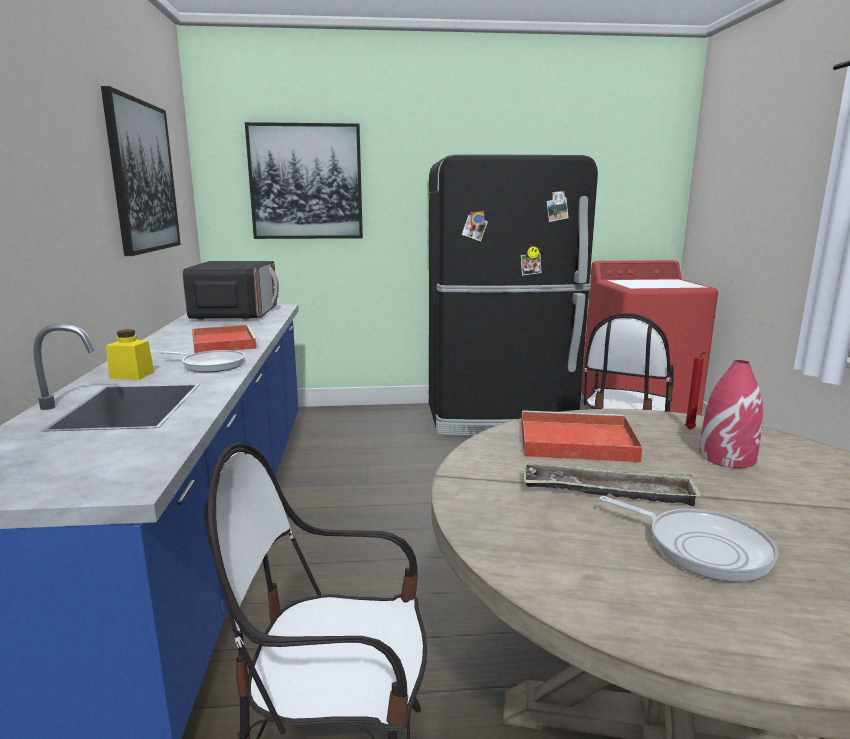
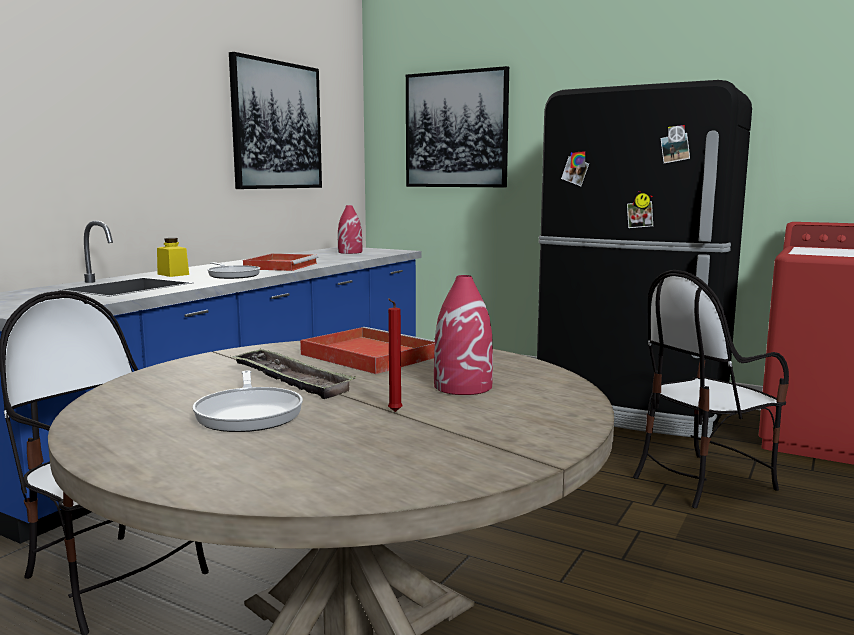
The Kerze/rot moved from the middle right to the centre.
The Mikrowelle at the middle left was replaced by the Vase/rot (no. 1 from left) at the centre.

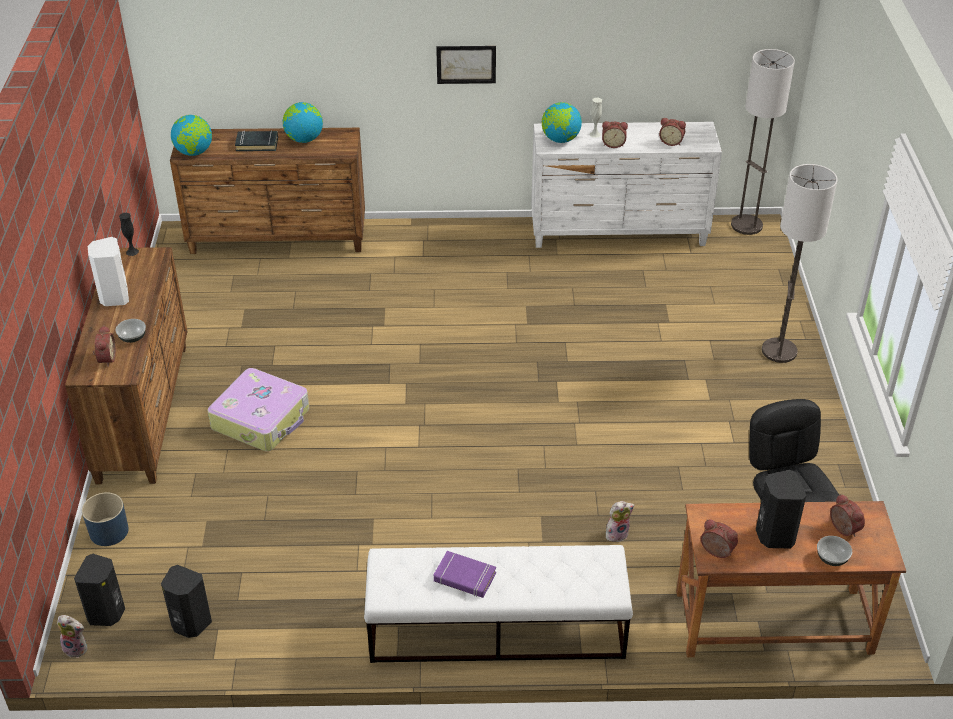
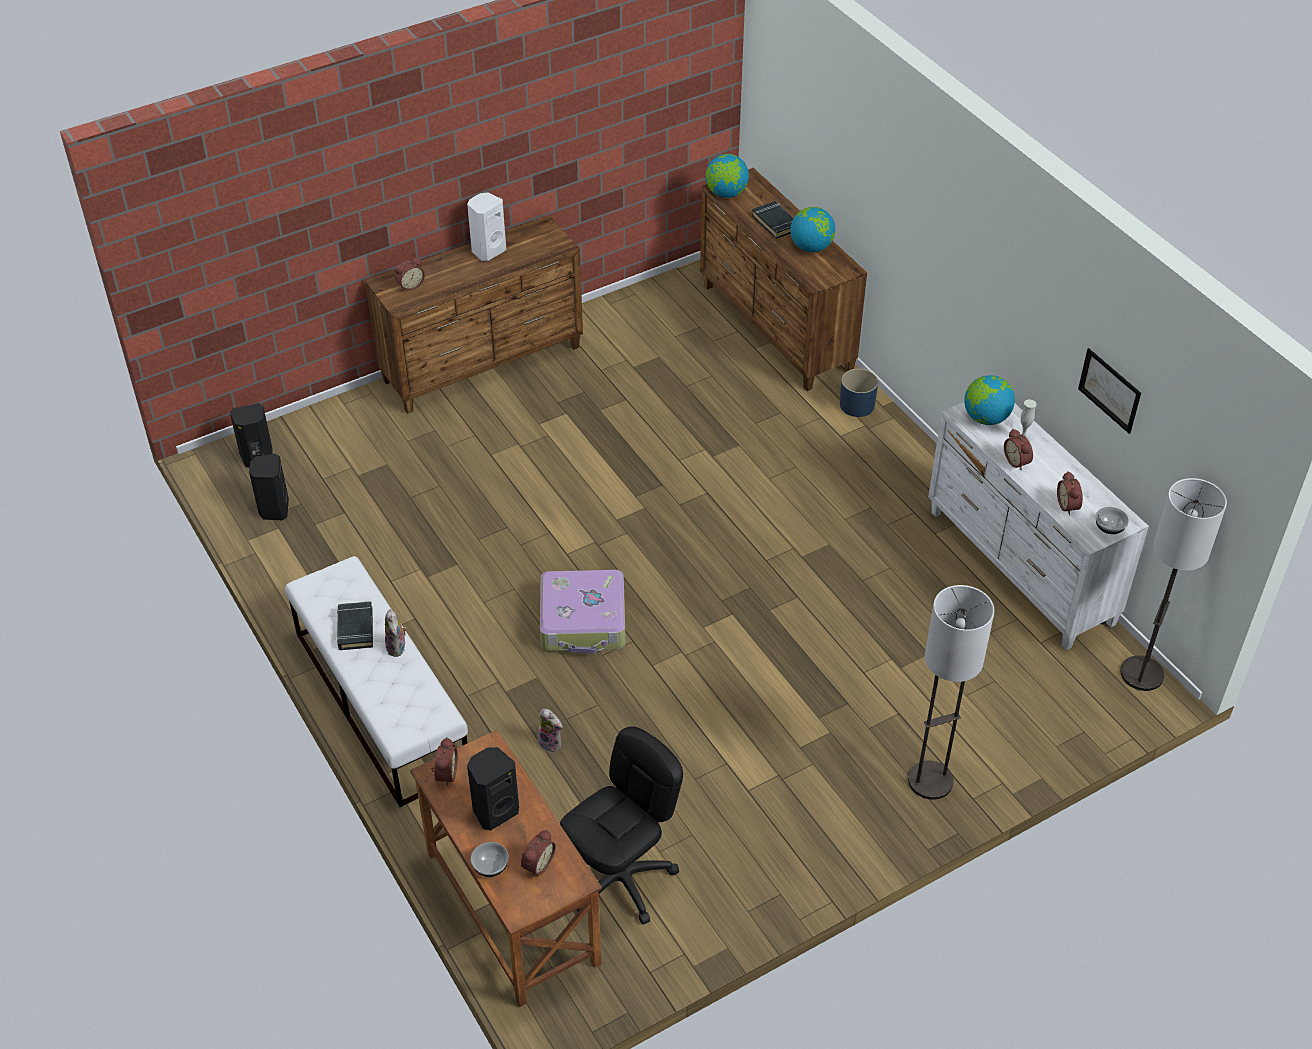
The Vase/schwarz at the top left disappeared.
The Plüschtier (no. 1 from left) moved from the bottom left to the middle left.
The Pflanzkübel/blau moved from the bottom left to the centre.
The Schüssel (no. 1 from left in the first image) moved from the middle left to the middle right.
The Koffer moved from the middle left to the centre.
The Bild moved from the top centre to the middle right.
The Buch/lila at the bottom centre became the Buch/schwarz (no. 1 from left) at the middle left.

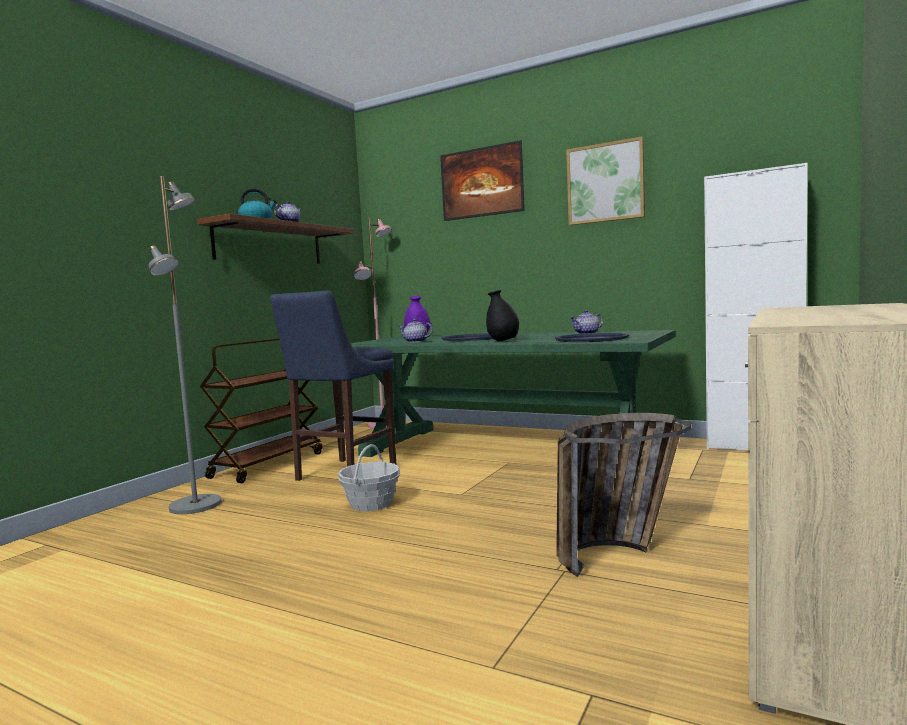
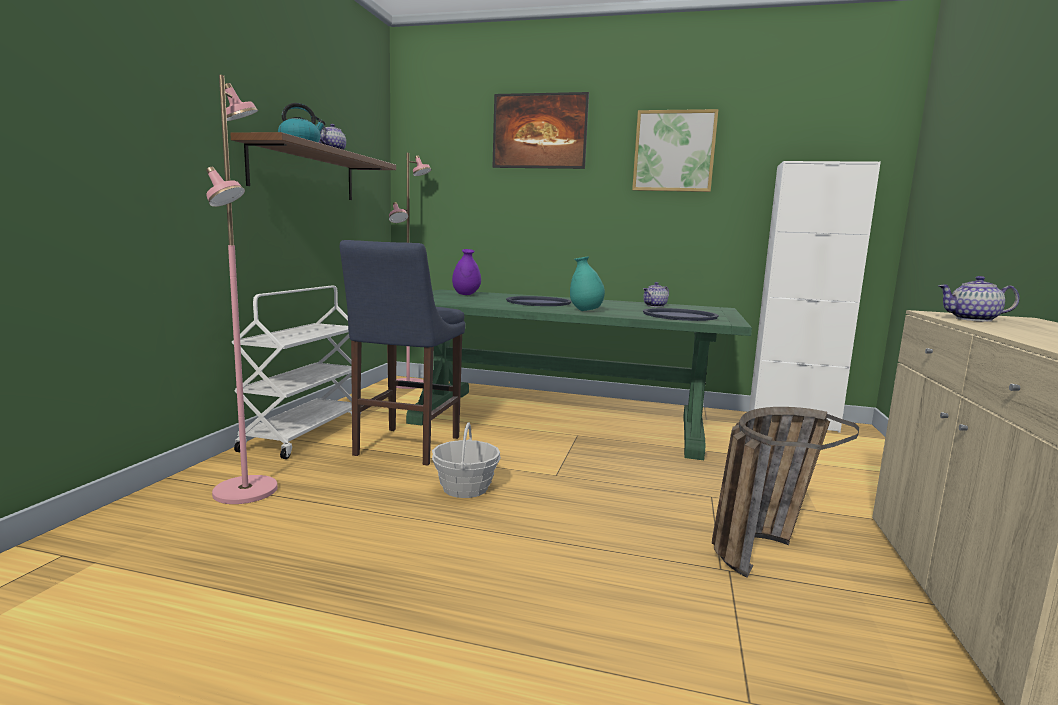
The Teekanne (no. 2 from left in the first image) moved from the centre to the middle right.
The Stehlampe/grau at the middle left became the Stehlampe/rosa (no. 1 from left) at the middle left.
The Rollwagen/braun at the middle left became the Rollwagen/weiß at the middle left.
The Vase/schwarz at the centre became the Vase/türkis at the centre.

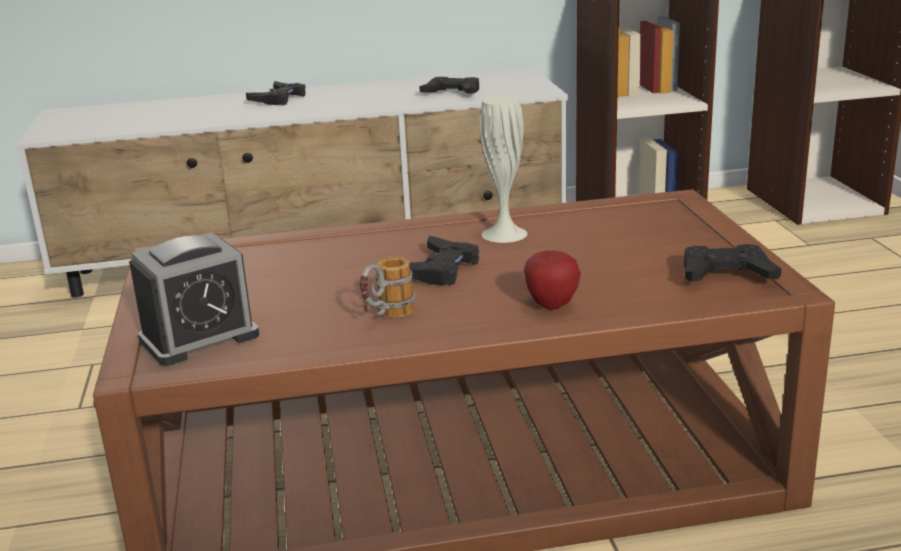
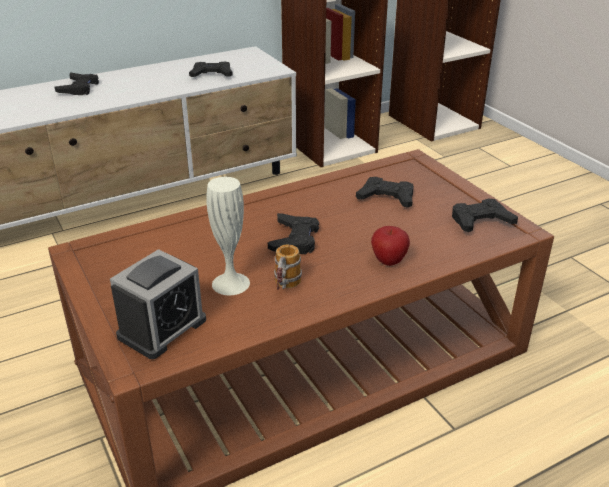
The Gamepad/schwarz (no. 4 from left) at the centre appeared.
The Vase/weiß moved from the top centre to the centre.

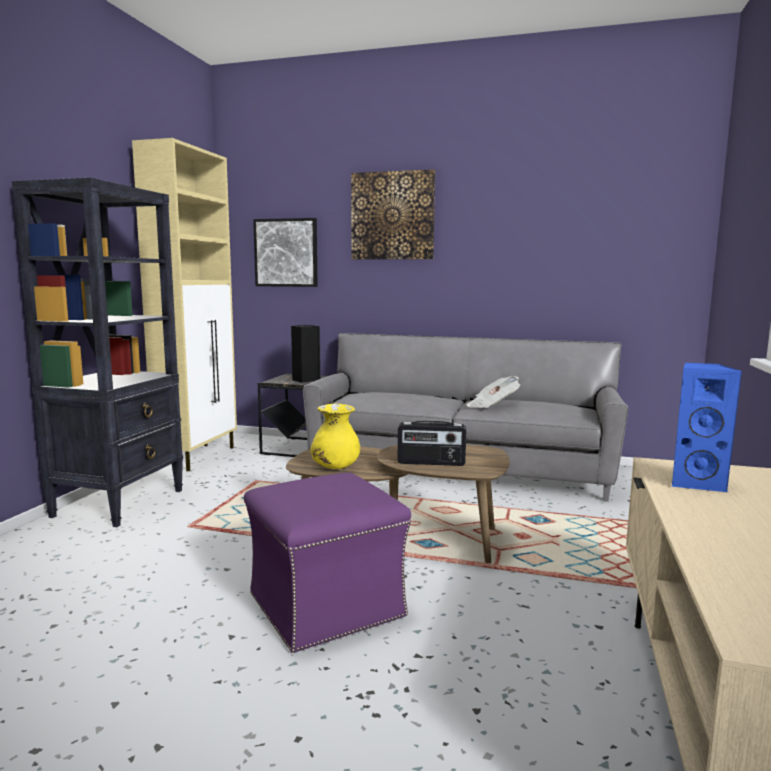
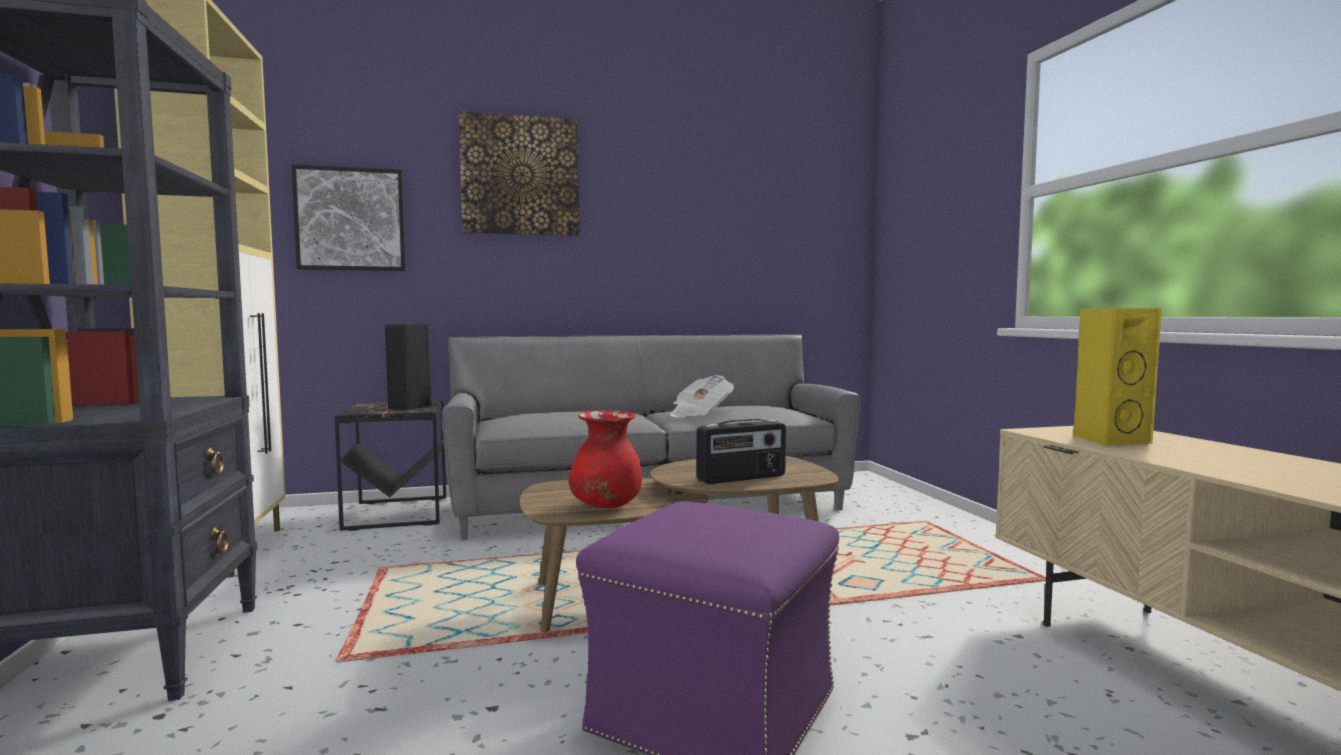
The Vase/gelb at the centre became the Vase/rot at the centre.
The Lautsprecher/blau at the middle right became the Lautsprecher/gelb at the middle right.

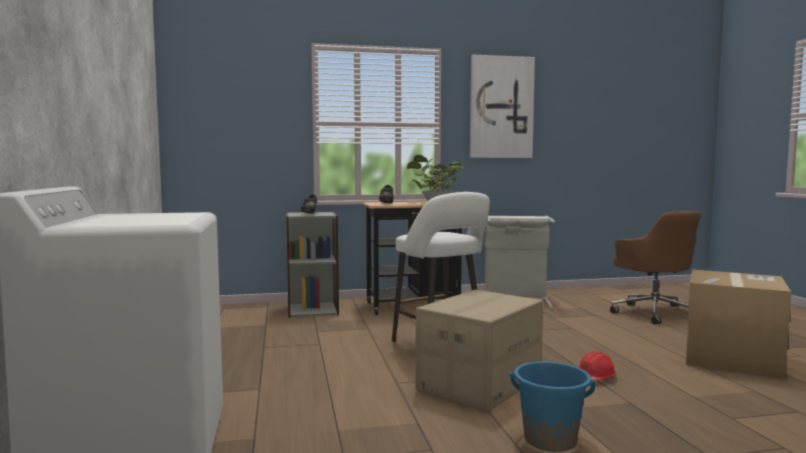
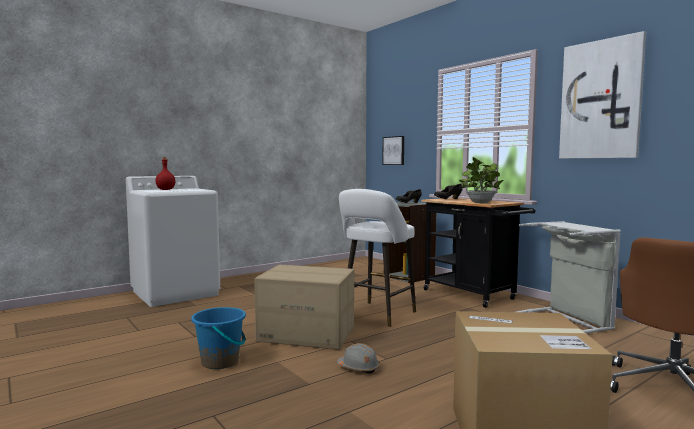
The Flasche/rot at the middle left appeared.
The Bild (no. 1 from left) at the centre appeared.
The Schutzhelm/rot at the bottom right became the Schutzhelm/grau at the bottom centre.

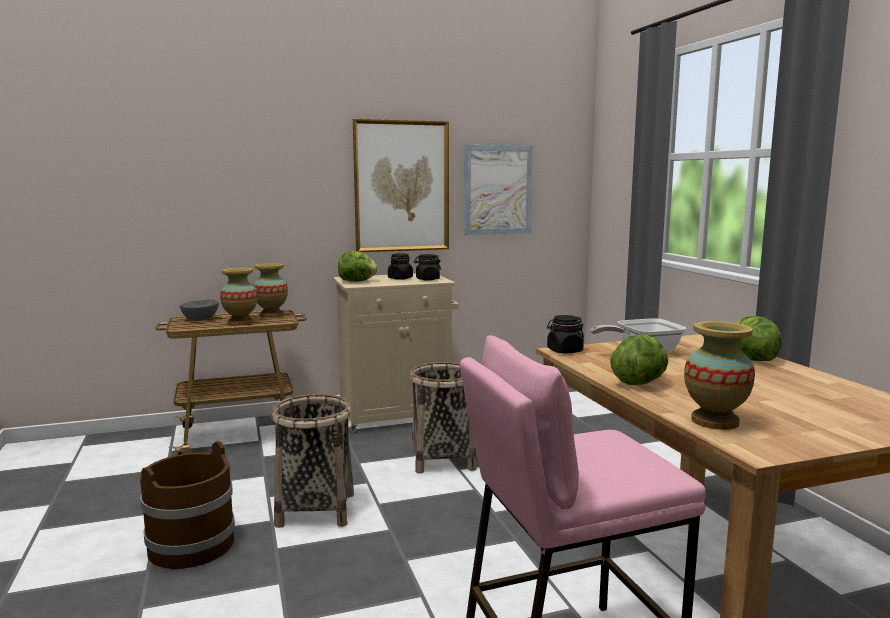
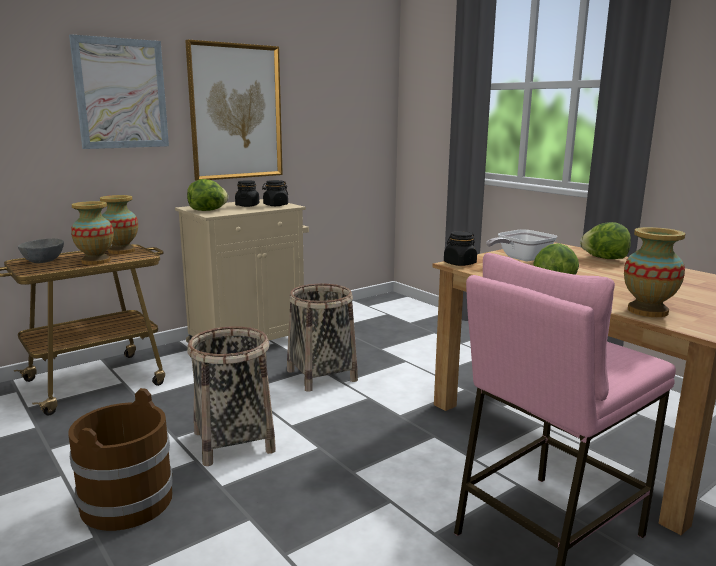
The Bild (no. 2 from left in the first image) moved from the top centre to the top left.

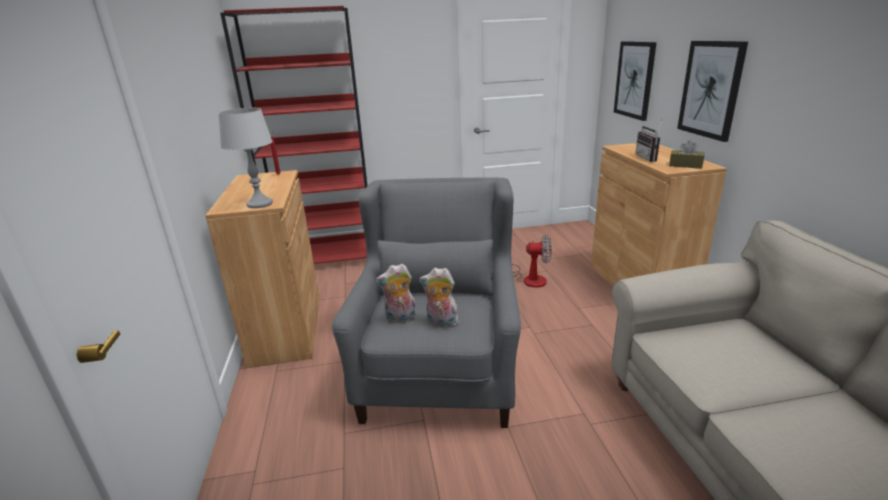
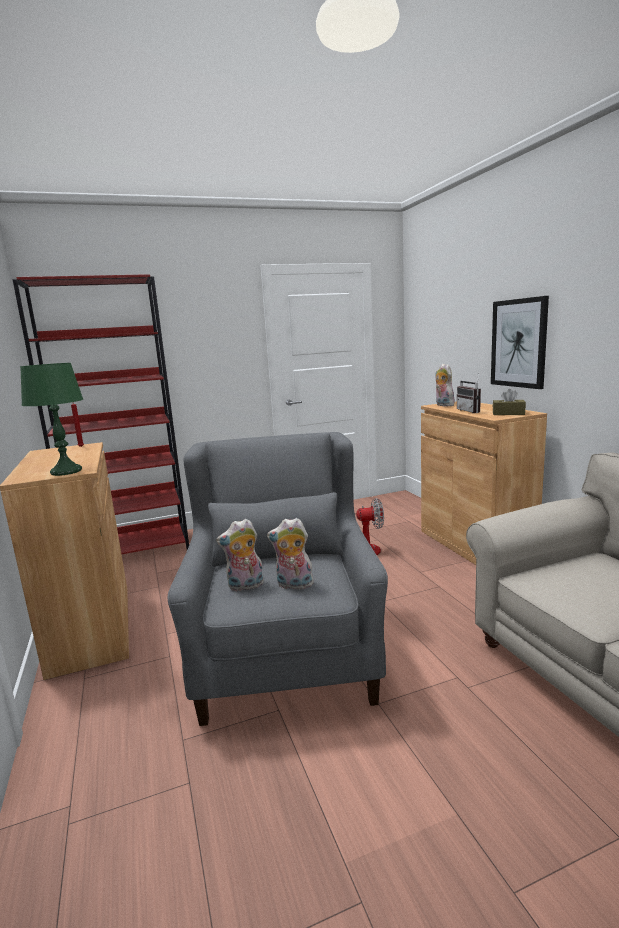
The Bild (no. 1 from left) at the top right disappeared.
The Plüschtier (no. 3 from left) at the middle right appeared.
The Tischlampe/grau at the top left became the Tischlampe/grün at the middle left.

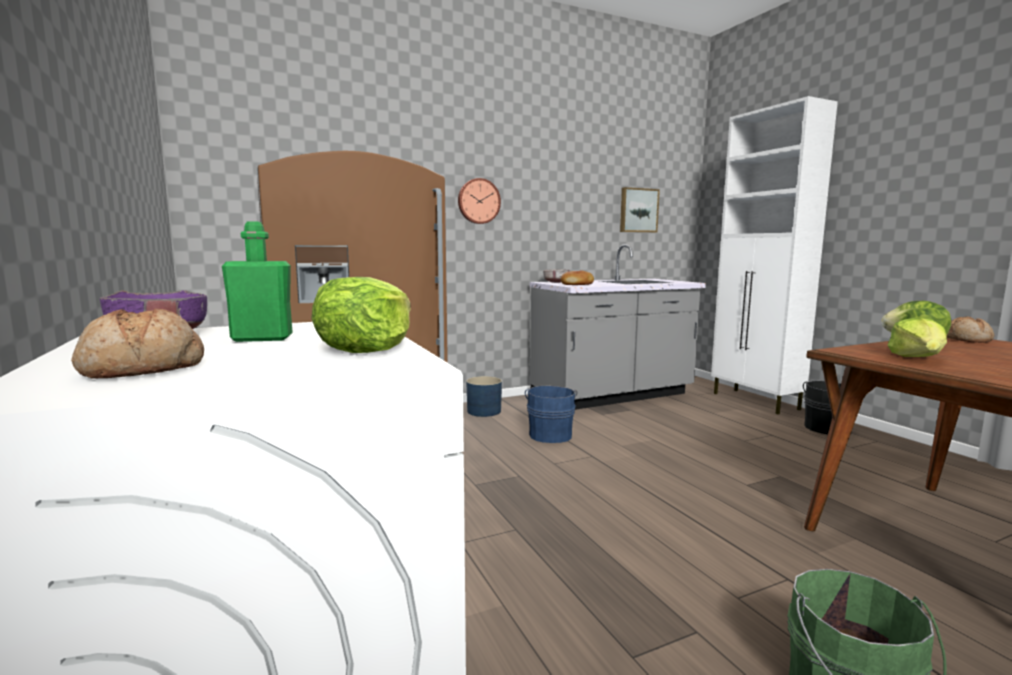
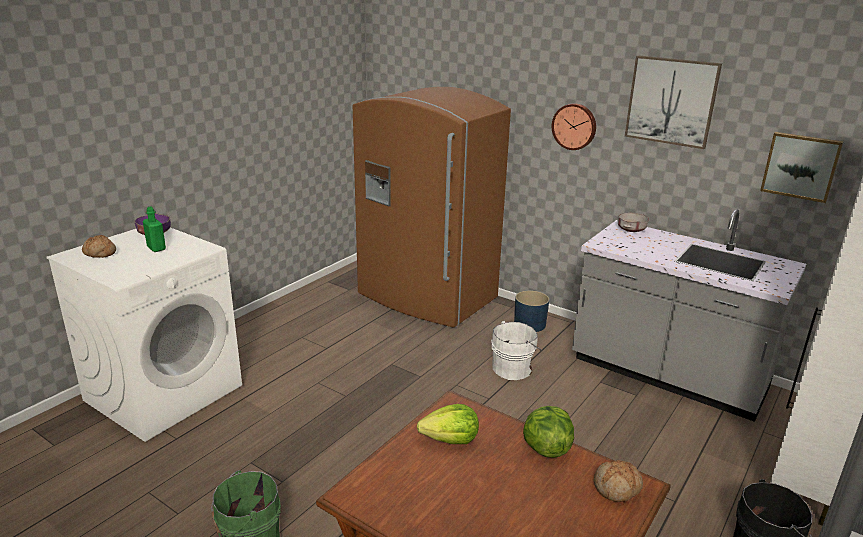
The Salatkopf (no. 1 from left) at the centre disappeared.
The Brot (no. 2 from left) at the centre disappeared.
The Bild (no. 1 from left) at the top right appeared.
The Eimer/blau at the centre became the Eimer/weiß at the centre.

